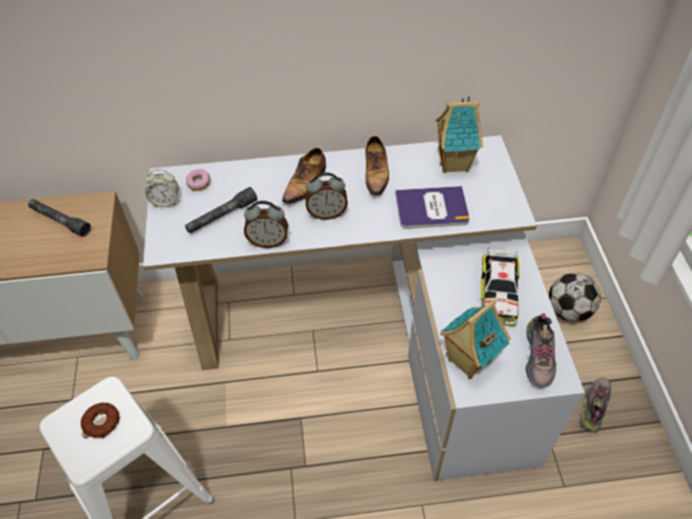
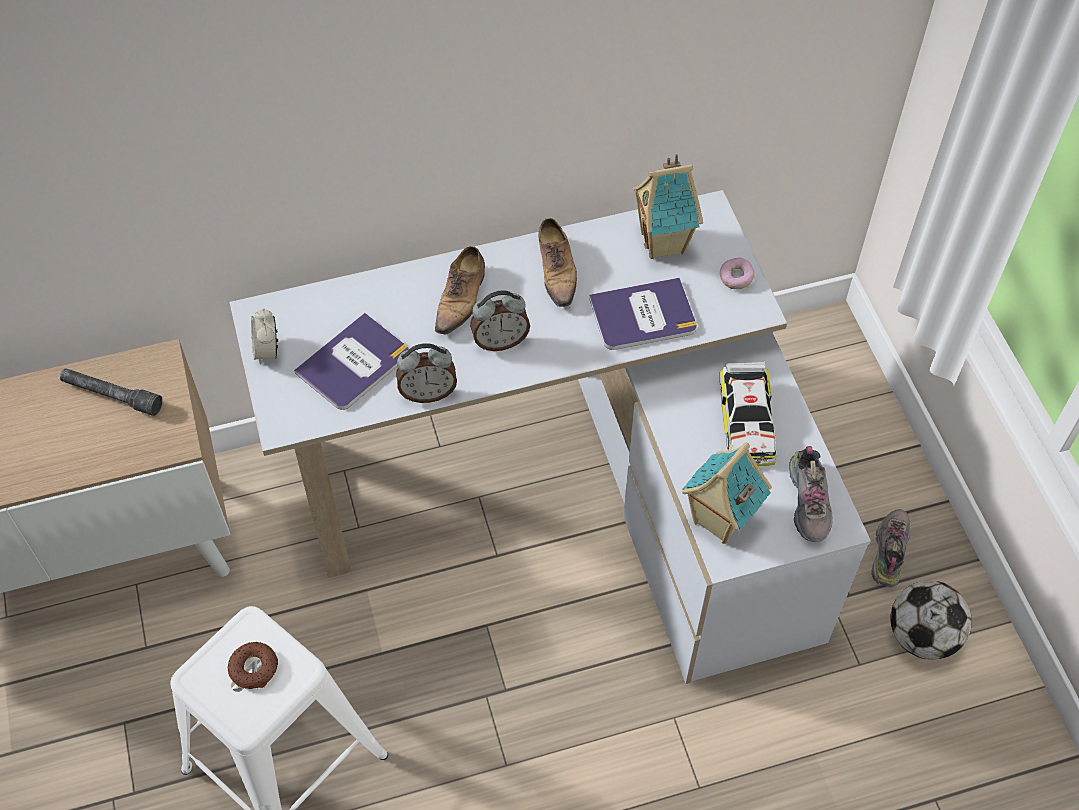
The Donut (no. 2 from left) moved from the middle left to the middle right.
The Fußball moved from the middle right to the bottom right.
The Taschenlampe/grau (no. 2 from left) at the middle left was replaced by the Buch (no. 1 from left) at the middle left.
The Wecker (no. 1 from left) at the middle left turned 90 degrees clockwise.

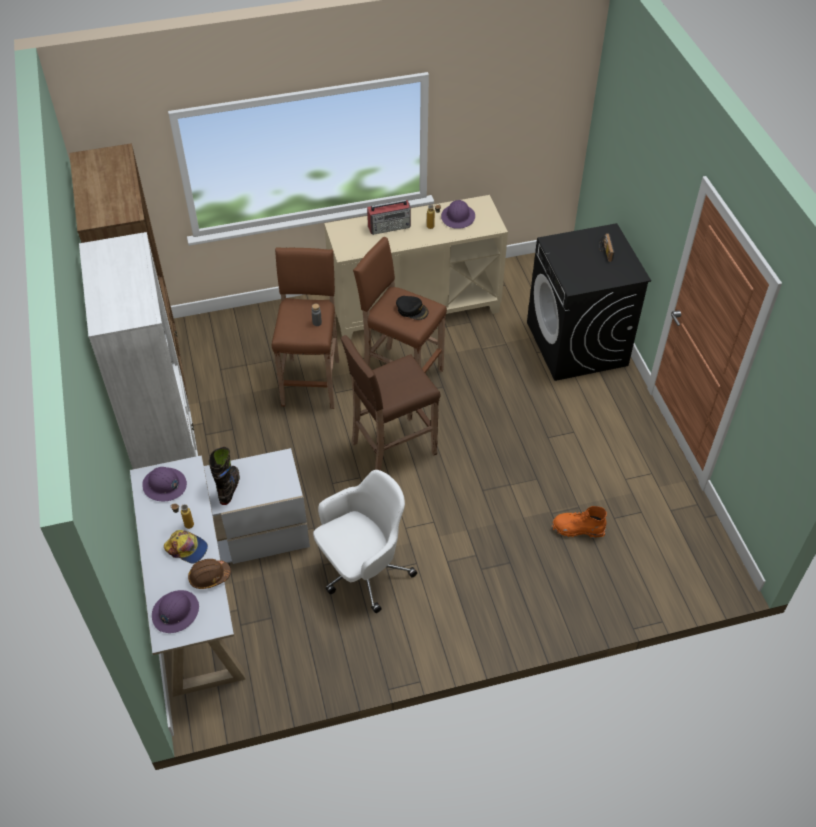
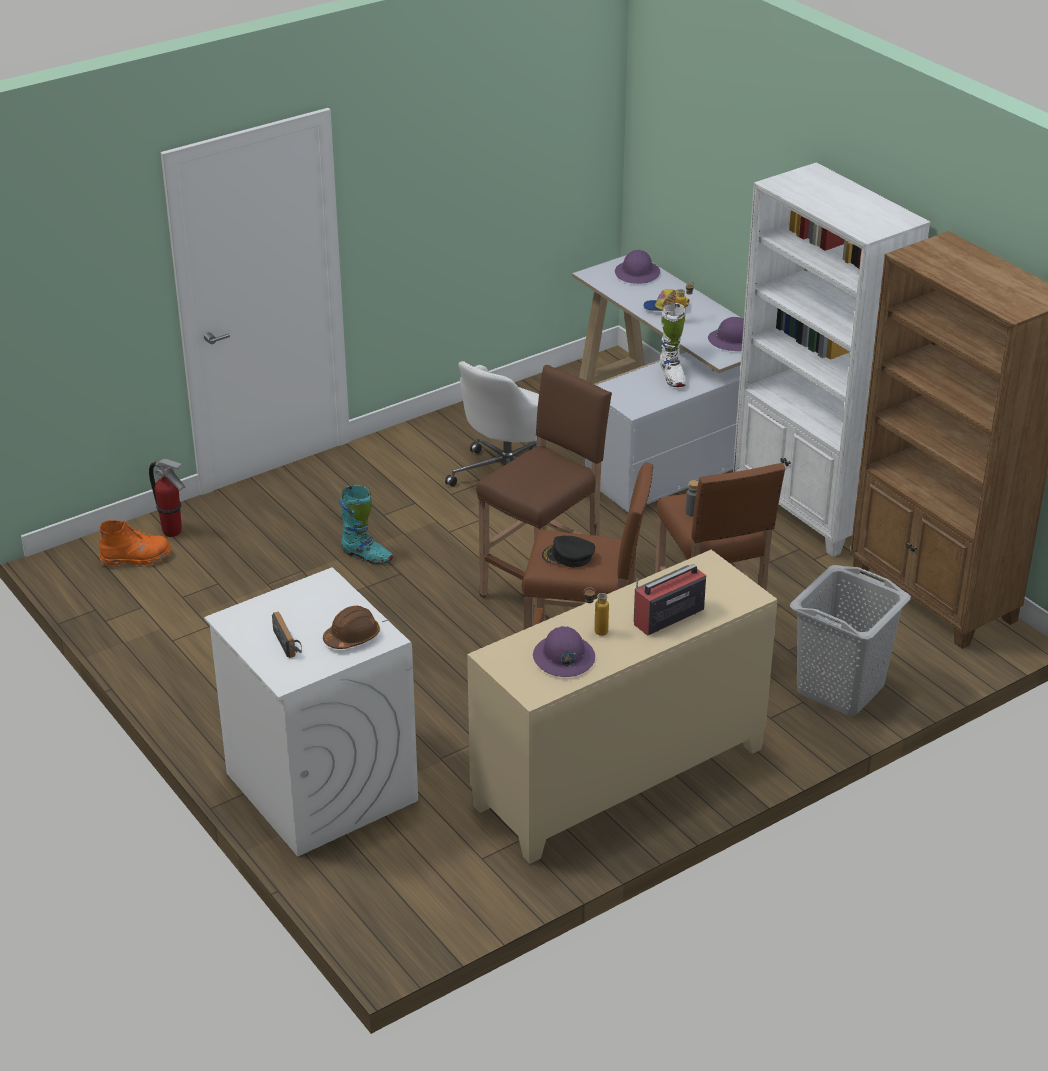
The Feuerlöscher at the middle left appeared.
The Stiefel/türkis at the centre appeared.
The Wäschekorb/grau at the middle right appeared.
The Schutzhelm/braun moved from the bottom left to the centre.
The Stiefel/orange moved from the middle right to the middle left.
The Stiefel/schwarz at the middle left became the Stiefel/weiß at the top centre.
The Waschmaschine/schwarz at the middle right became the Waschmaschine/weiß at the middle left.

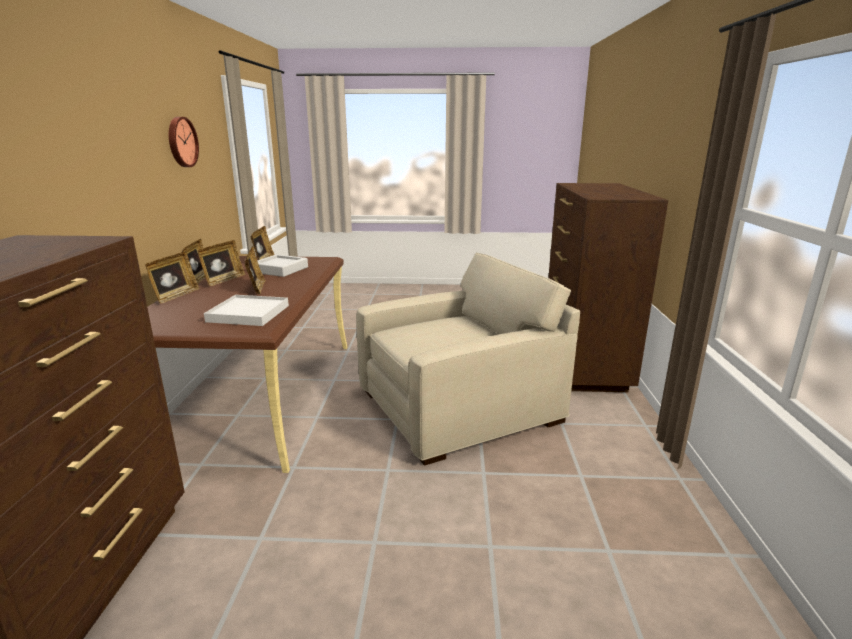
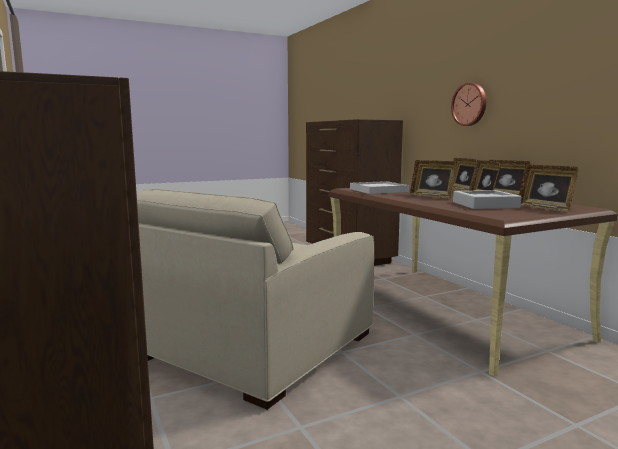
The Wanduhr moved from the top left to the top right.

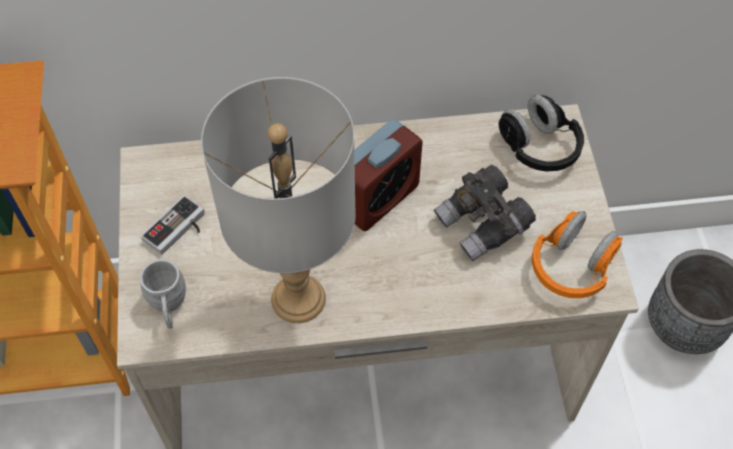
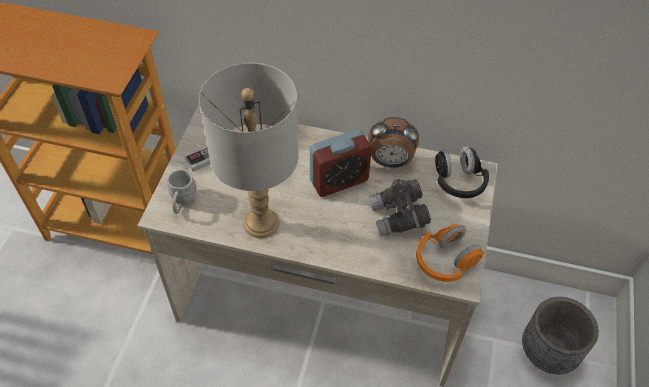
The Wecker (no. 2 from left) at the centre appeared.

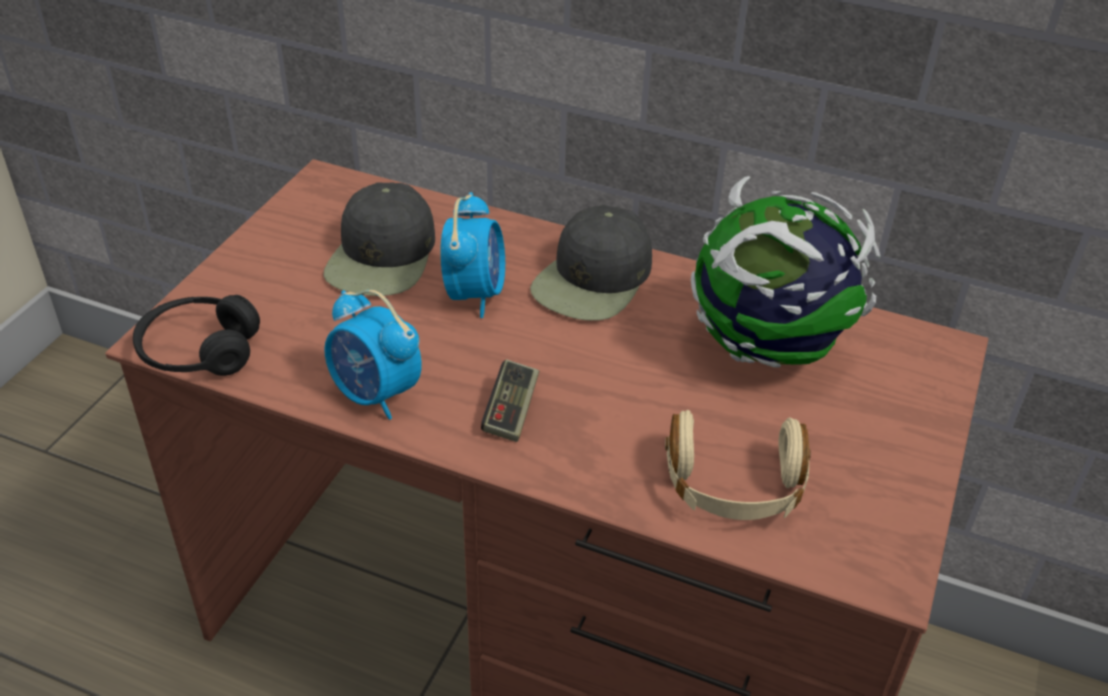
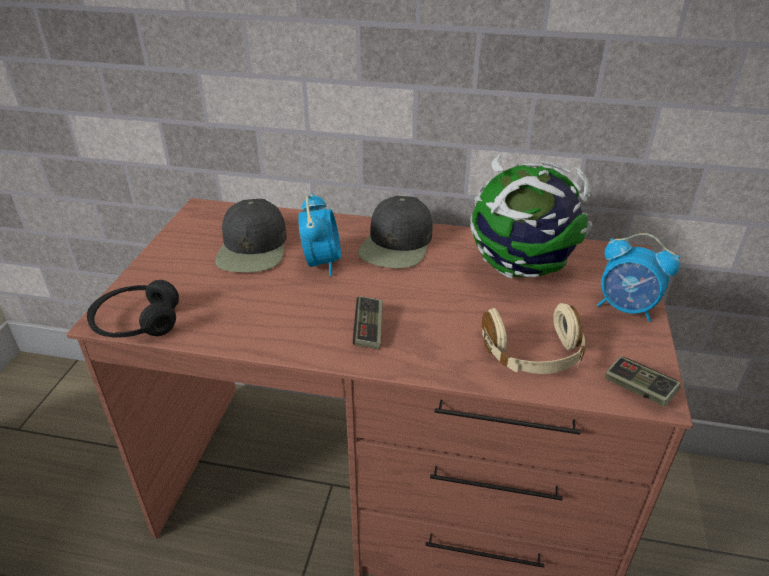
The Gamepad (no. 2 from left) at the middle right appeared.
The Wecker (no. 1 from left in the first image) moved from the centre to the middle right.

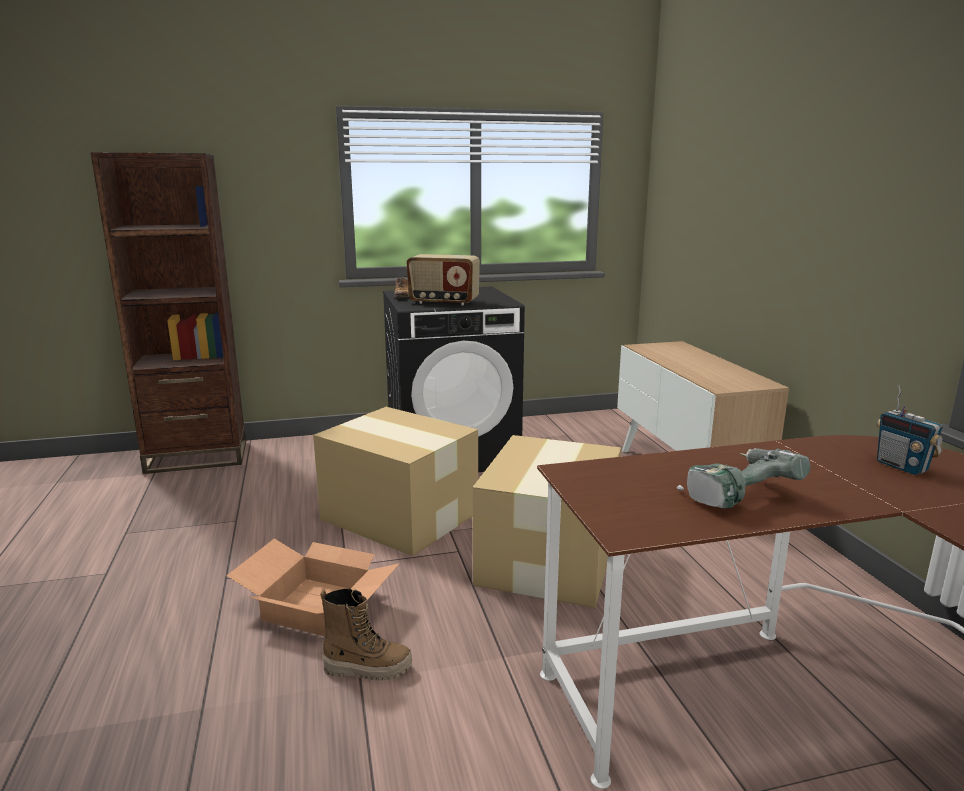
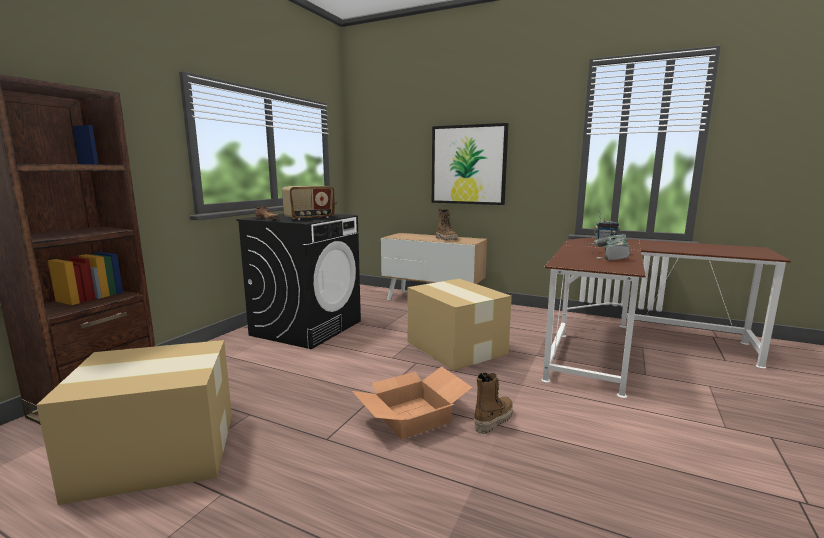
The Bild at the top centre appeared.
The Stiefel (no. 1 from left) at the centre appeared.
The Karton (no. 2 from left in the first image) moved from the centre to the bottom left.

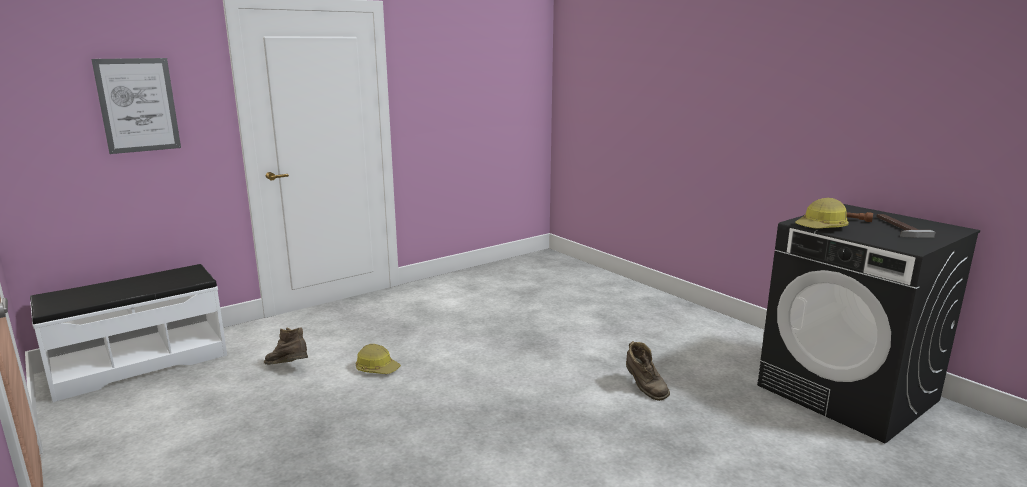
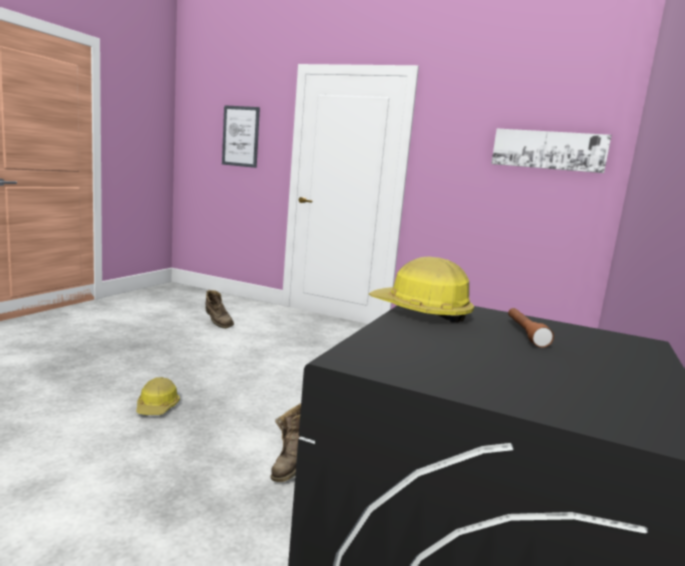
The Bank/weiß at the bottom left disappeared.
The Hammer at the middle right disappeared.
The Bild (no. 2 from left) at the top right appeared.
The Schutzhelm (no. 1 from left) moved from the bottom centre to the bottom left.
The Stiefel/braun (no. 1 from left) at the bottom left turned 135 degrees clockwise.

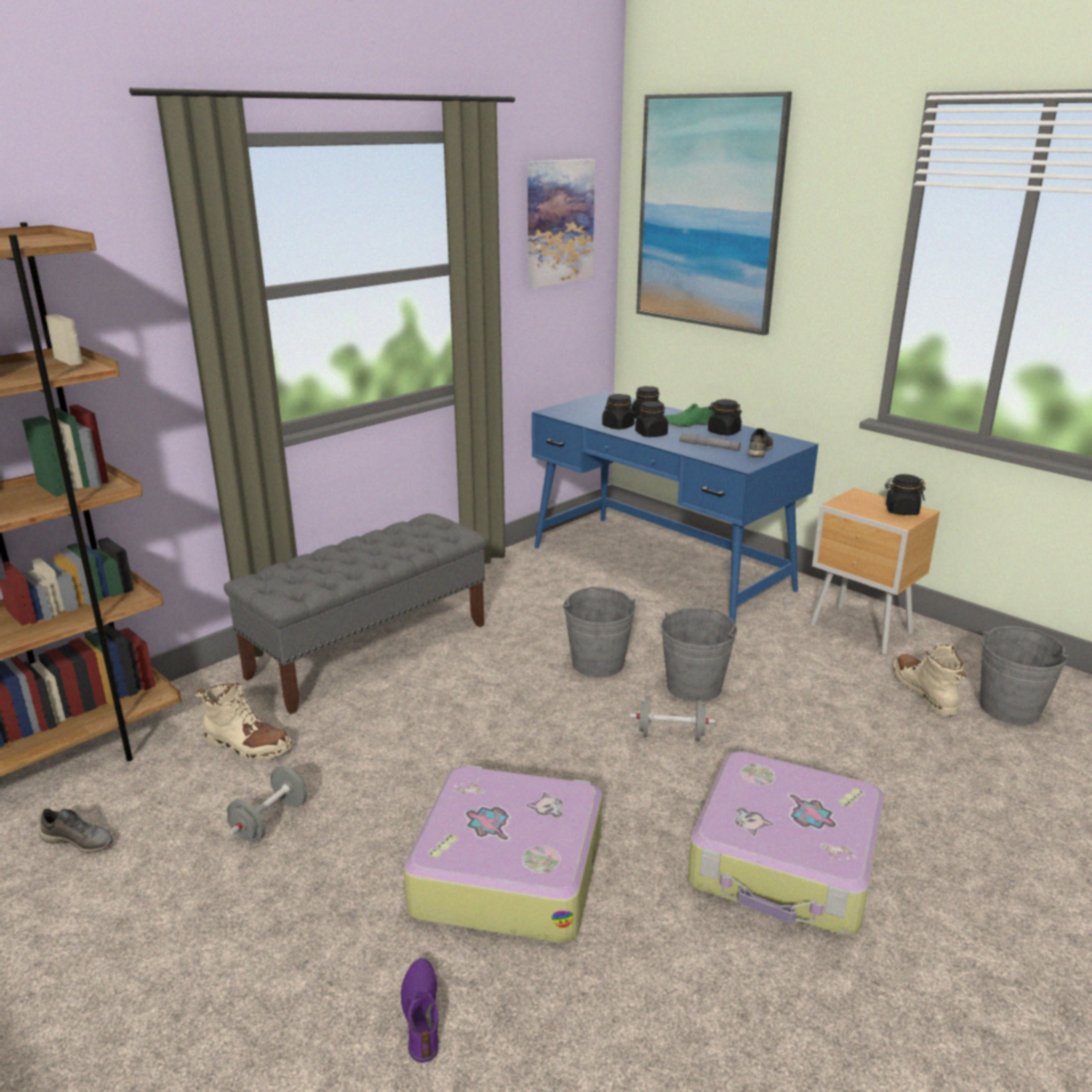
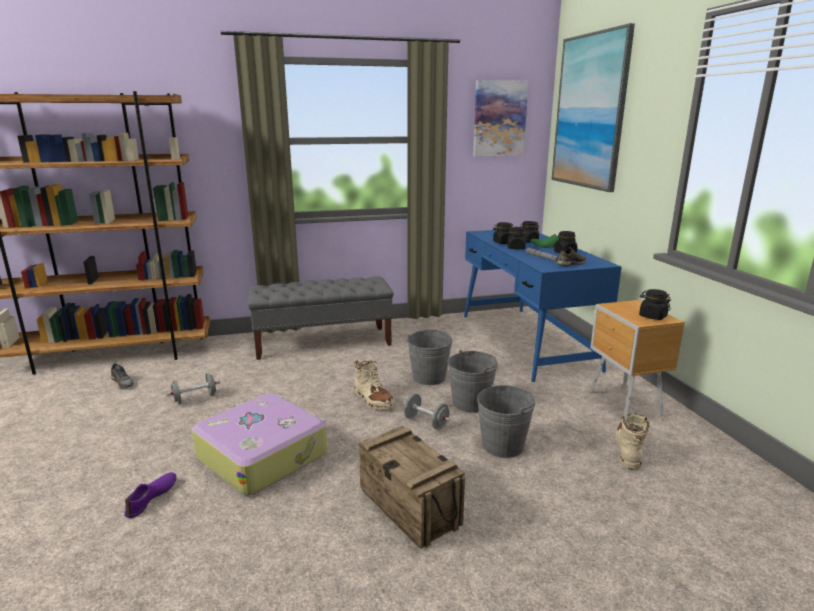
The Stiefel/beige (no. 1 from left) moved from the middle left to the centre.
The Eimer/grau (no. 3 from left) moved from the middle right to the bottom centre.
The Koffer (no. 2 from left) at the bottom right was replaced by the Kiste at the bottom centre.

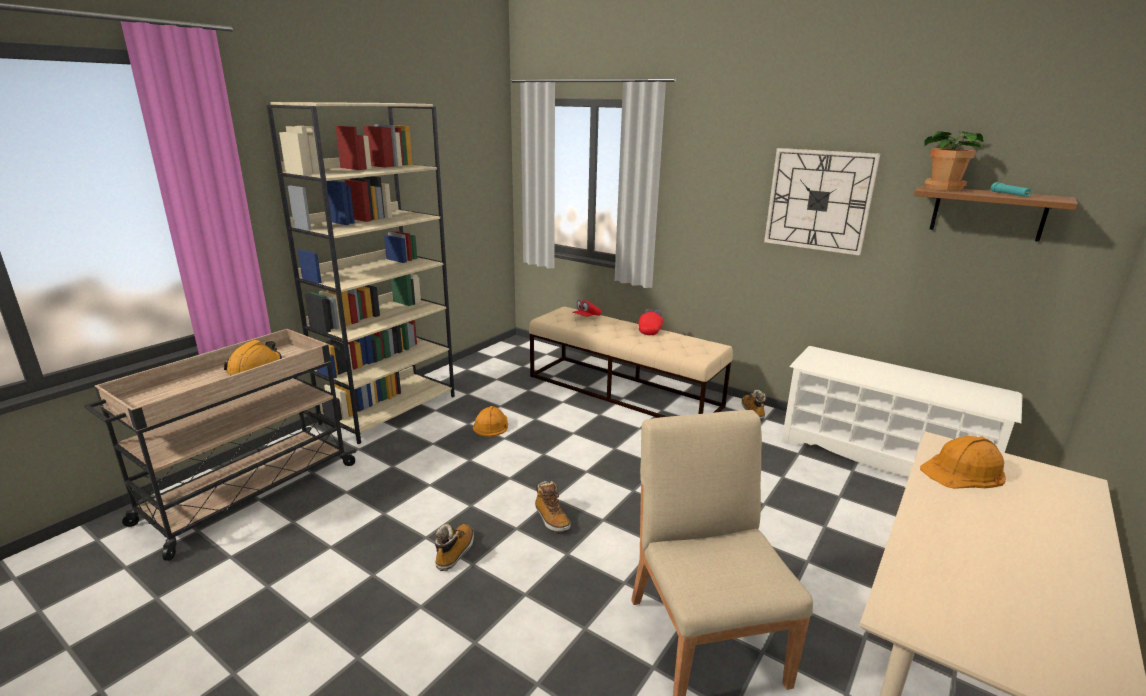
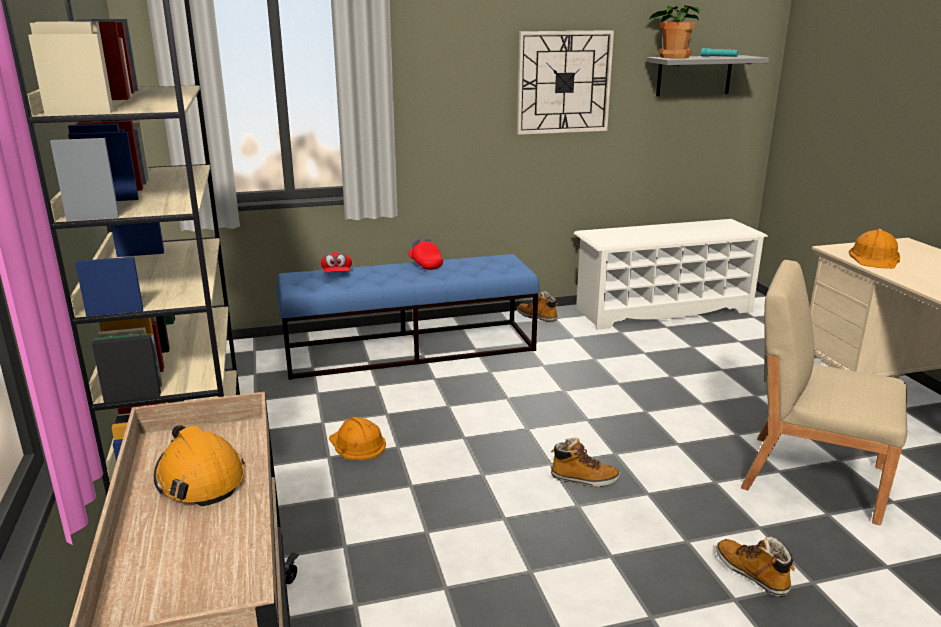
The Stiefel (no. 1 from left in the first image) moved from the bottom centre to the bottom right.
The Bank/beige at the centre became the Bank/blau at the centre.
The Wandregal/braun at the top right became the Wandregal/grau at the top right.

